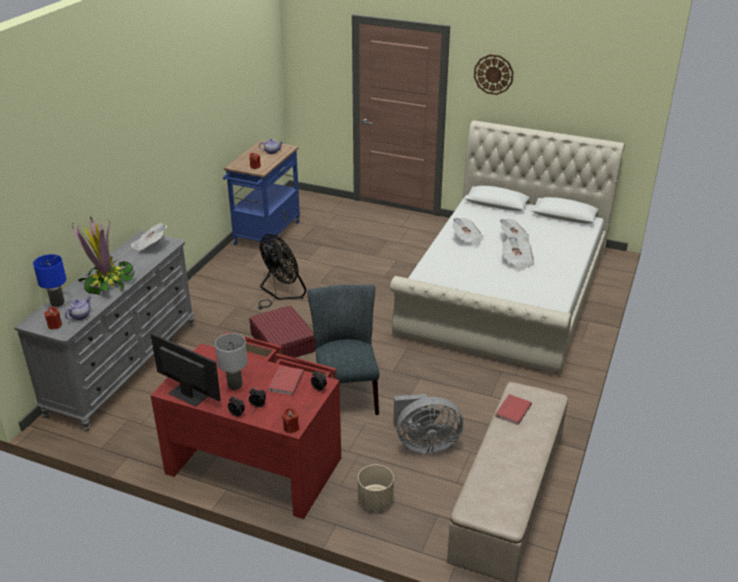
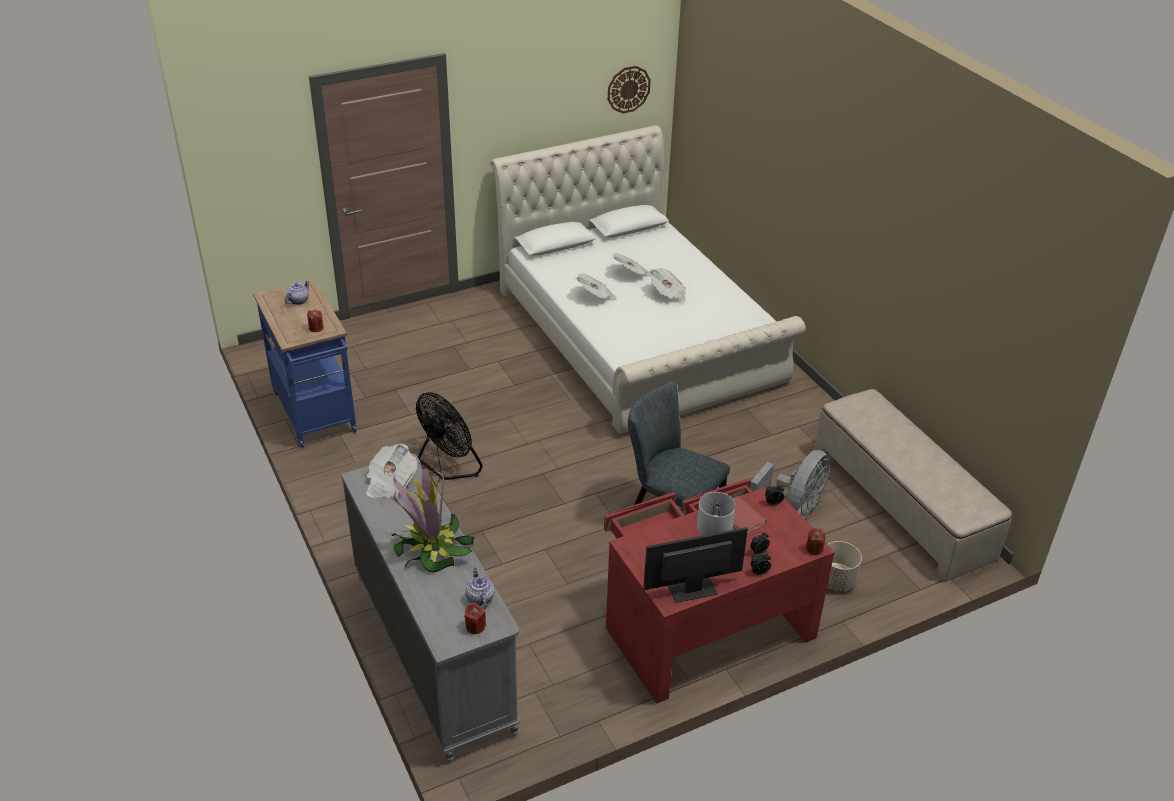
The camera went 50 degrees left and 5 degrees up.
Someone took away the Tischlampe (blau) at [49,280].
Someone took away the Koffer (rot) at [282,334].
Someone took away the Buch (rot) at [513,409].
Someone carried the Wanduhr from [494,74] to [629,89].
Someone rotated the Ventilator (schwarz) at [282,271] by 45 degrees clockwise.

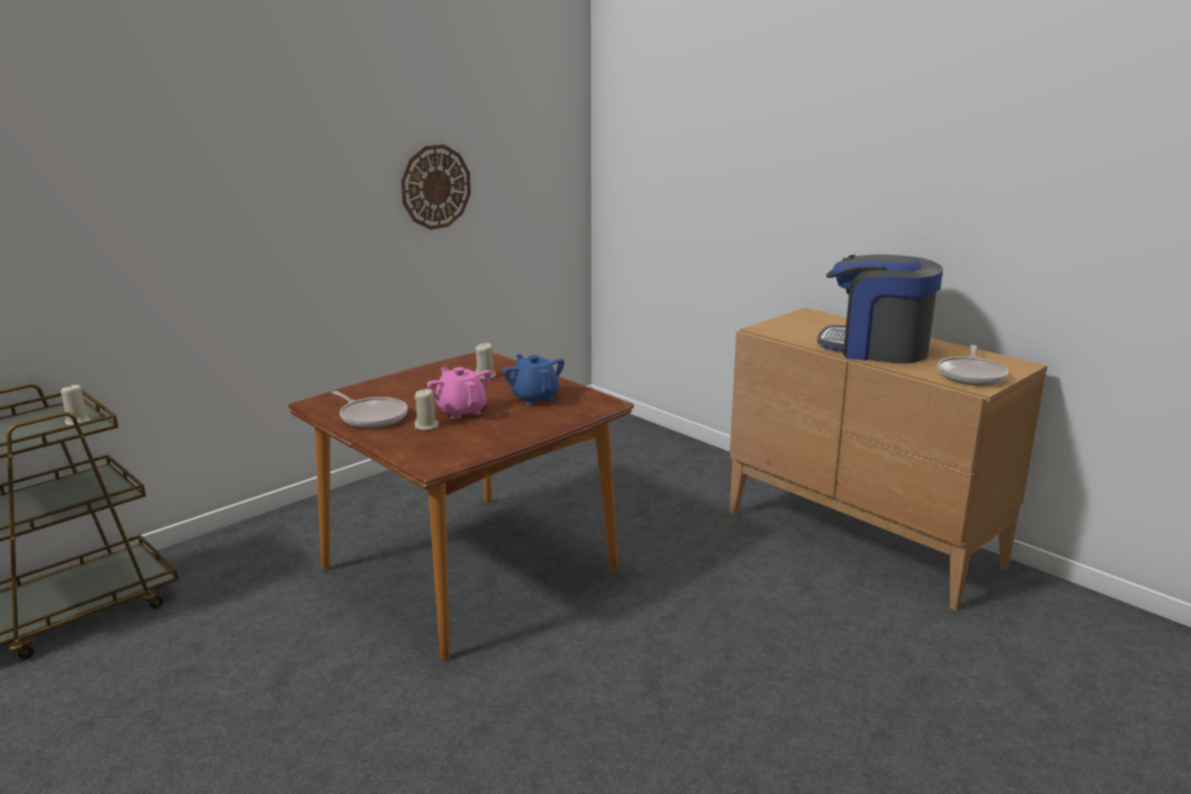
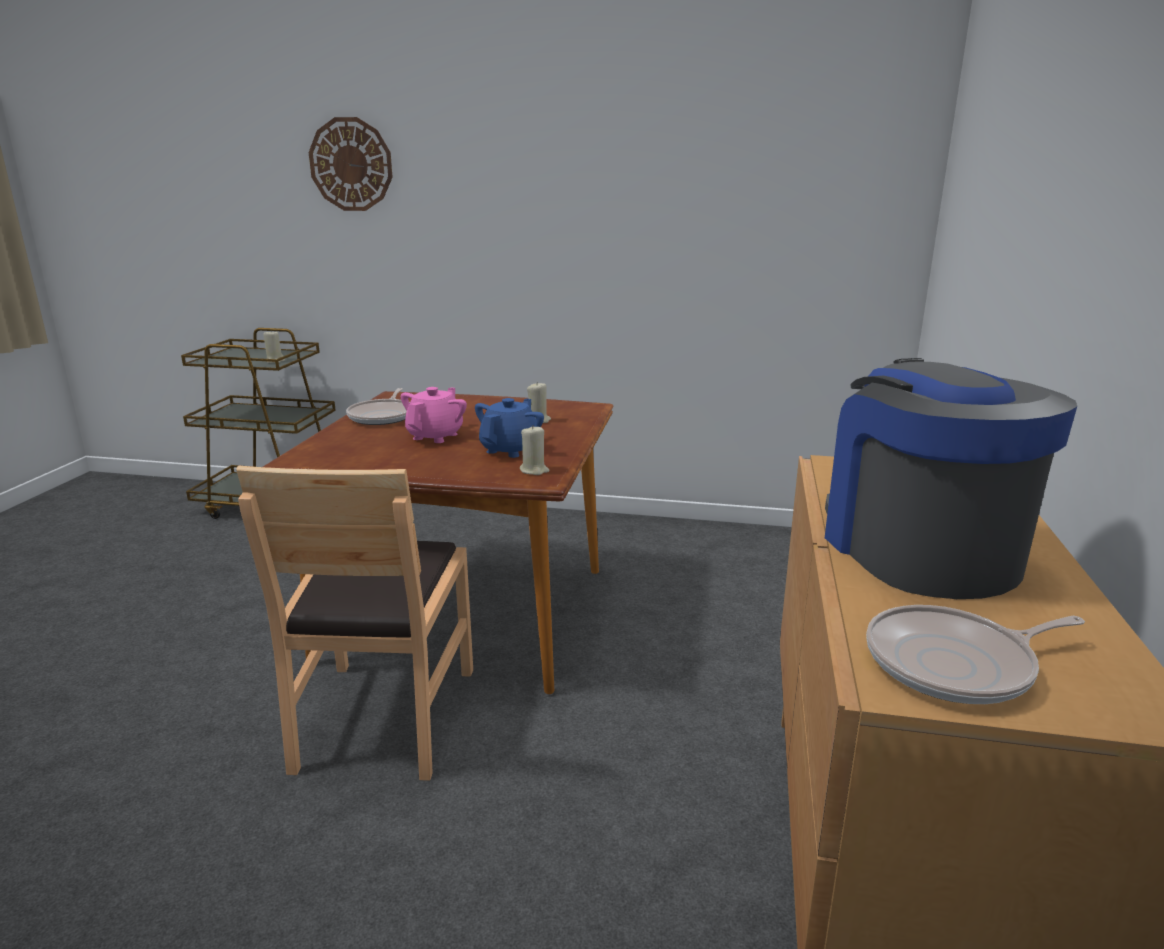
The camera went 55 degrees right and 0 degrees up.
Someone put down the Stuhl (braun) at [354,623].
Someone carried the Wanduhr from [436,187] to [351,164].
Someone carried the Kerze (beige) from [427,409] to [534,450].

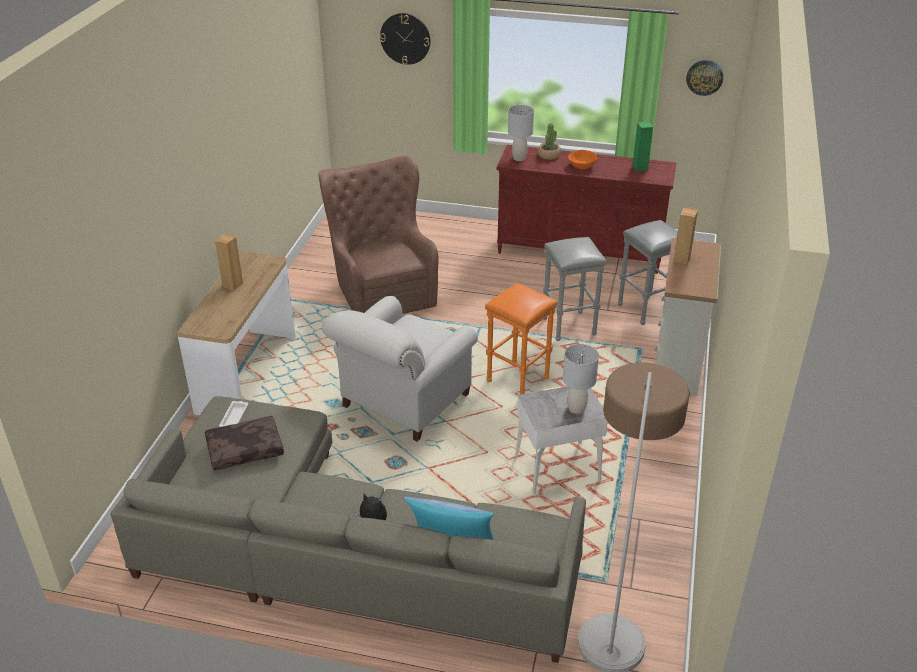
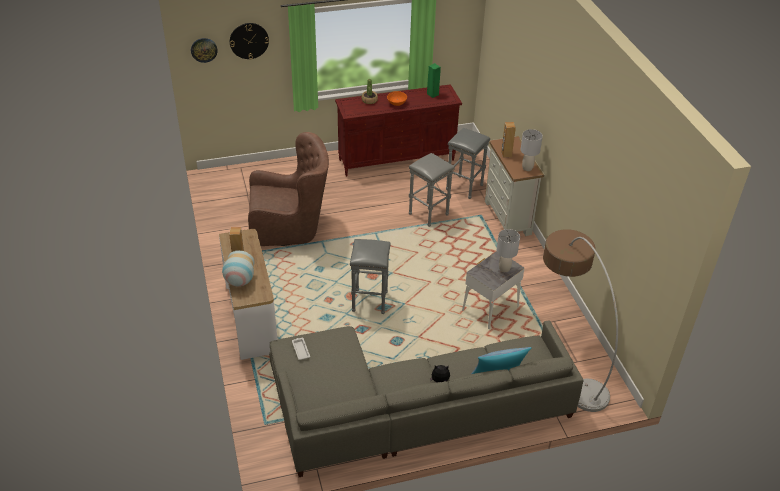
The camera went 30 degrees left and 5 degrees up.
Someone took away the Kissen (braun) at [244,443].
Someone took away the Hocker (orange) at [521,339].
Someone put down the Vase at [238,269].
Someone carried the Tischlampe (grau) from [521,133] to [531,150].
Someone carried the Wanduhr from [704,78] to [204,50].
Someone swapped the Sessel (weiß) at [400,369] for the Hocker (grau) at [370,276].
Someone rotated the Sessel (braun) at [378,235] by 135 degrees clockwise.

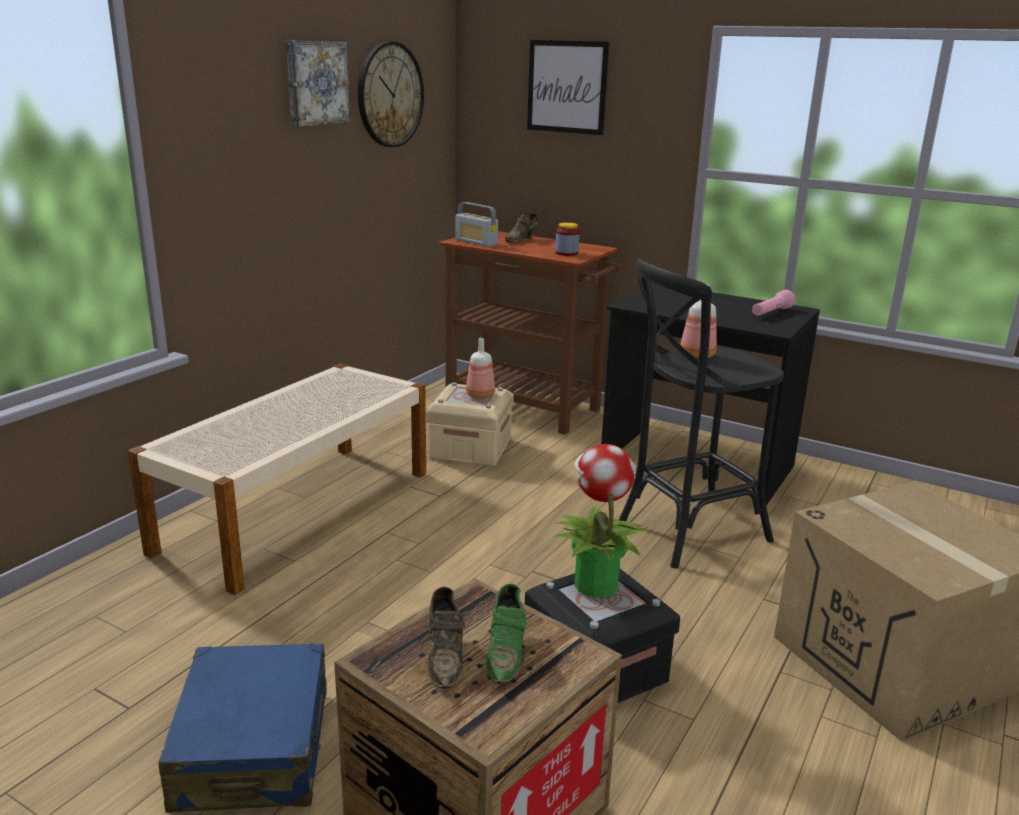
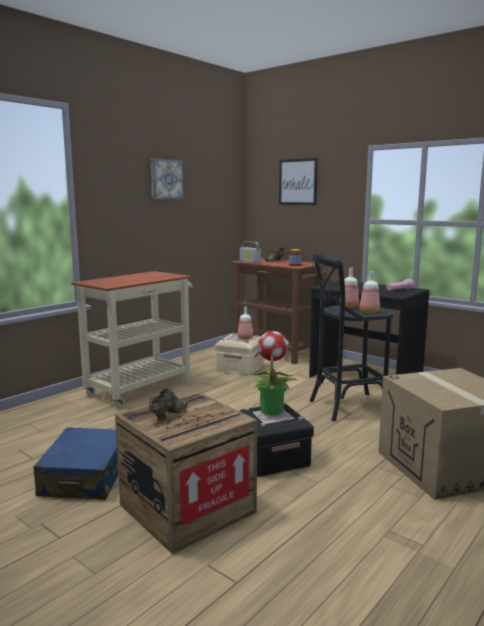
The camera went 10 degrees right and 10 degrees down.
Someone took away the Wanduhr at [391,94].
Someone took away the Schuh (grün) at [506,634].
Someone put down the Flasche at [369,292].
Someone swapped the Bank (beige) at [277,479] for the Rollwagen (beige) at [132,339].
Someone rotated the Schuh (braun) at [446,638] by 150 degrees counterclockwise.

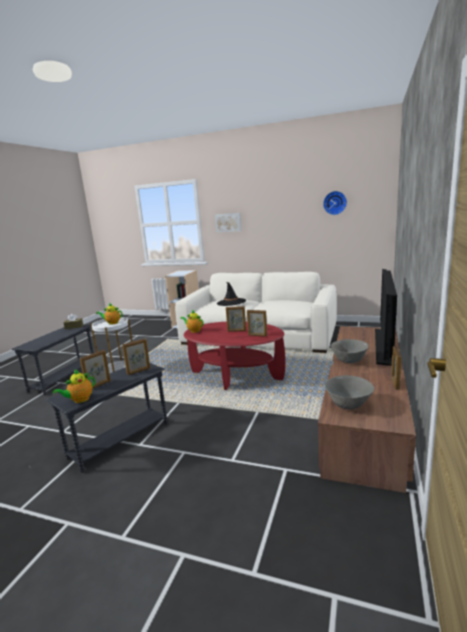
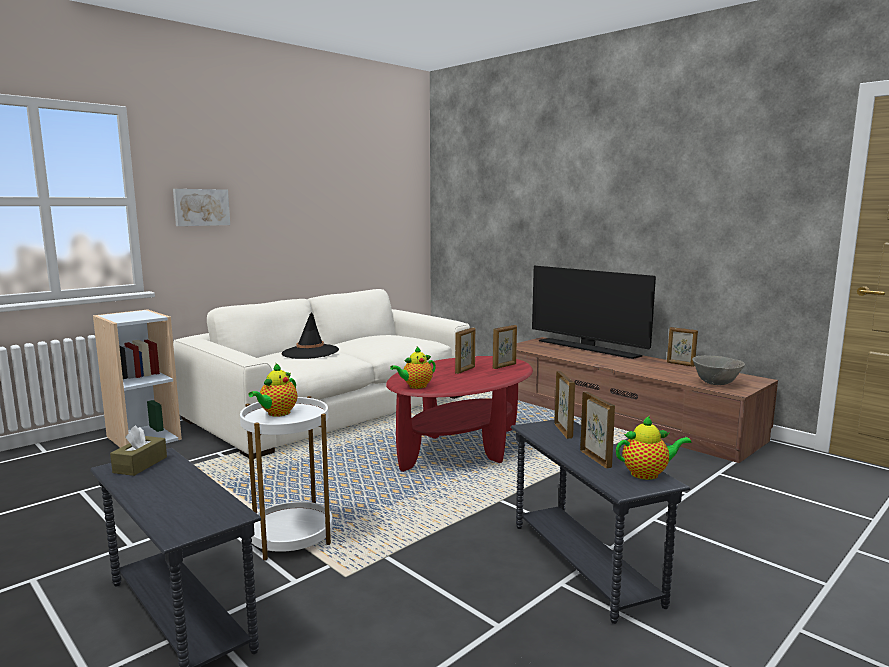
The camera went 65 degrees left and 5 degrees down.
Someone took away the Wanduhr at [335,203].
Someone took away the Schüssel (grau) at [350,351].
Someone rotated the Teekanne at [74,386] by 75 degrees counterclockwise.

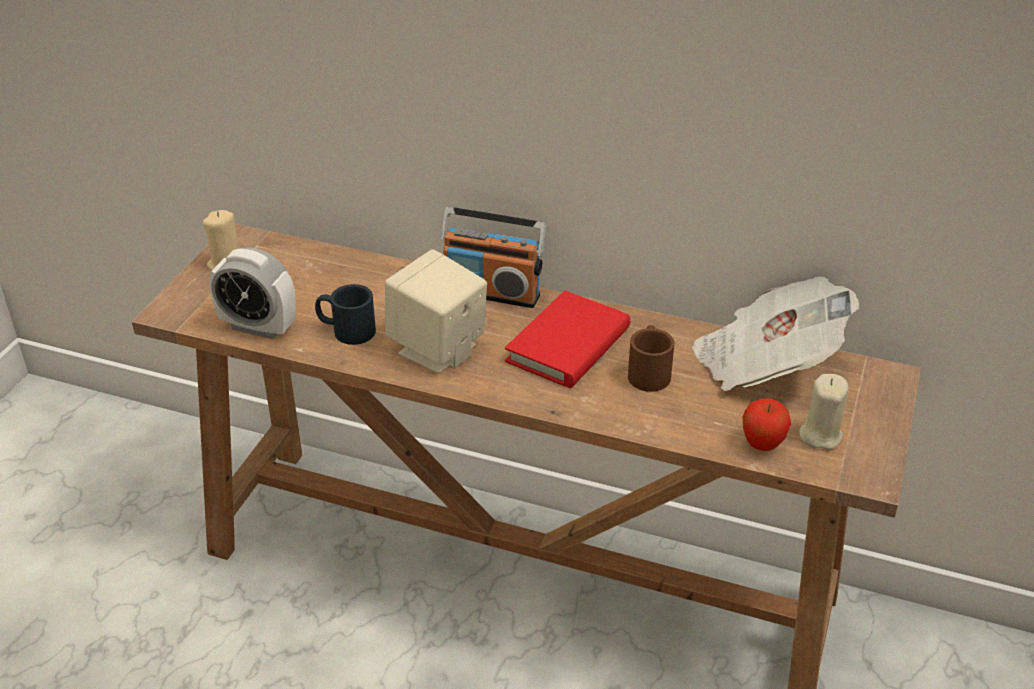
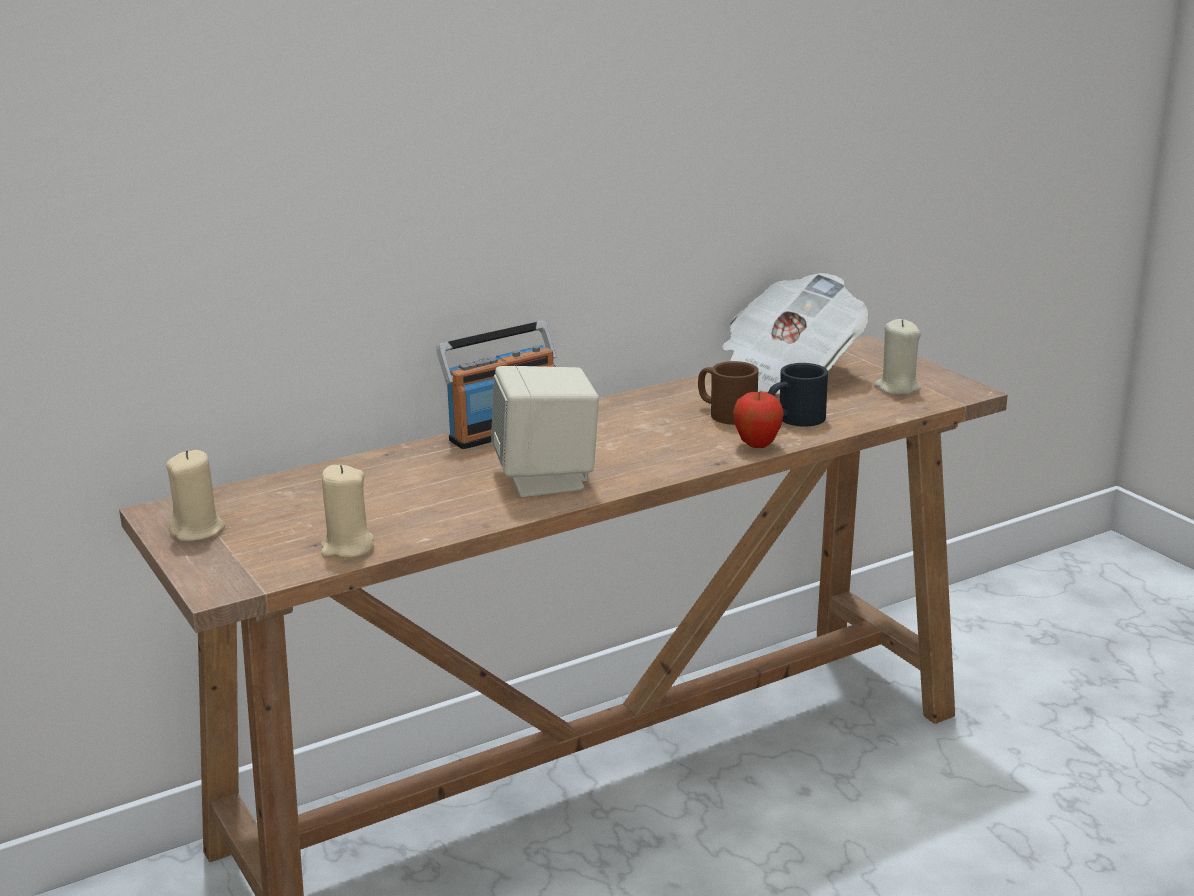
The camera went 50 degrees left and 15 degrees down.
Someone took away the Buch (rot) at [567,339].
Someone carried the Henkelbecher (schwarz) from [345,314] to [798,395].
Someone carried the Apfel from [767,424] to [758,420].
Someone swapped the Wecker at [252,293] for the Kerze (beige) at [347,511].

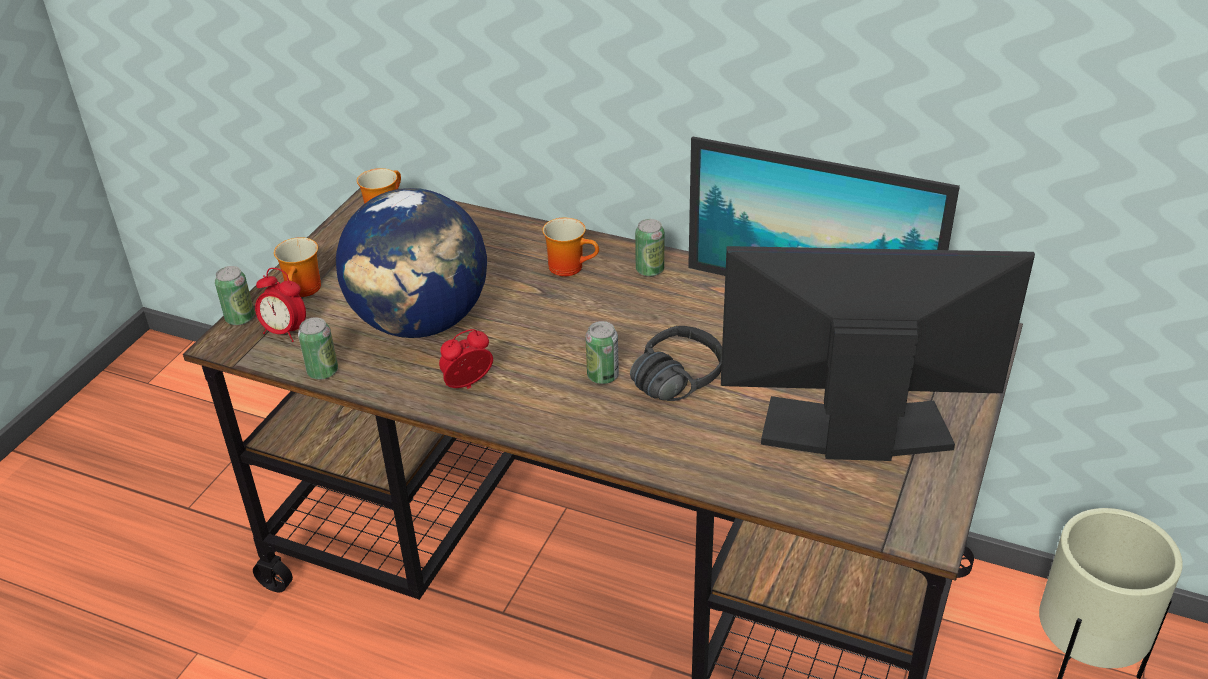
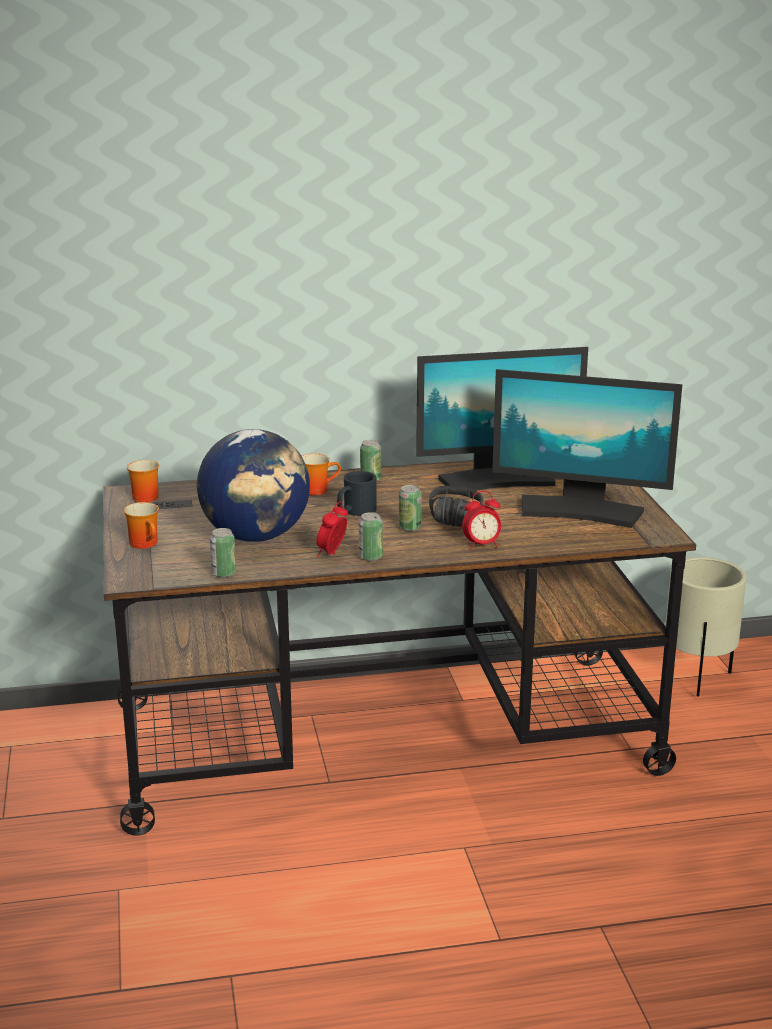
The camera went 35 degrees left and 15 degrees down.
Someone put down the Henkelbecher (schwarz) at [357,493].
Someone carried the Dose from [235,295] to [371,536].
Someone carried the Wecker from [280,305] to [481,520].
Someone rotated the Monitor at [878,353] by 135 degrees counterclockwise.

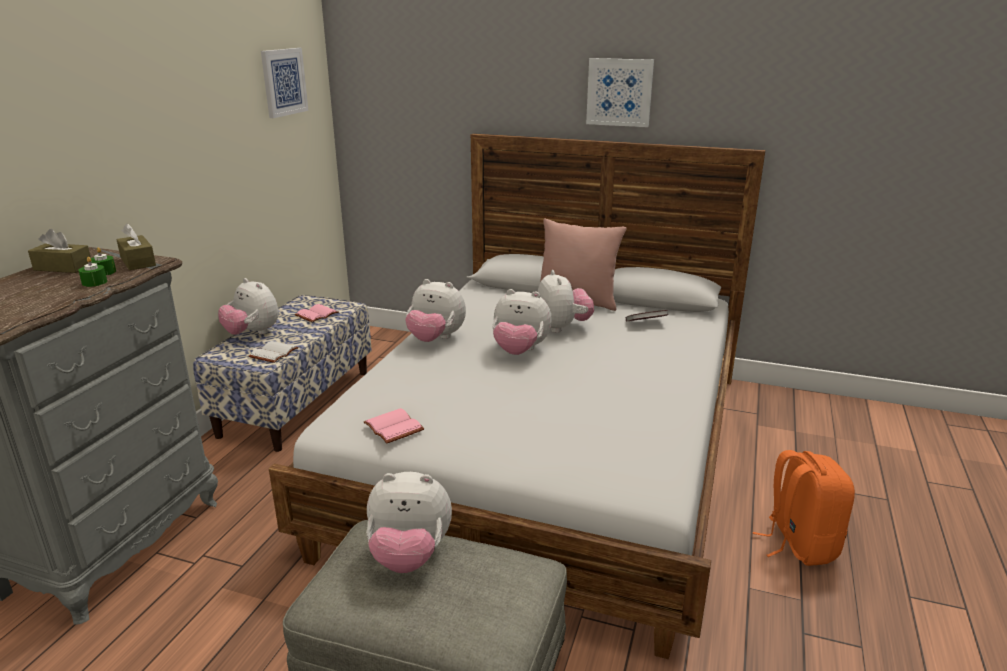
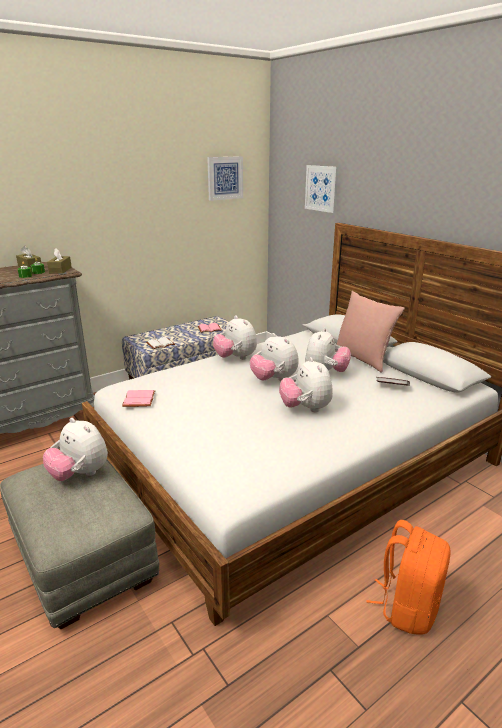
The camera went 35 degrees right and 0 degrees up.
Someone carried the Plüschtier from [248,306] to [306,384].
Someone carried the Bild from [620,92] to [322,189].

